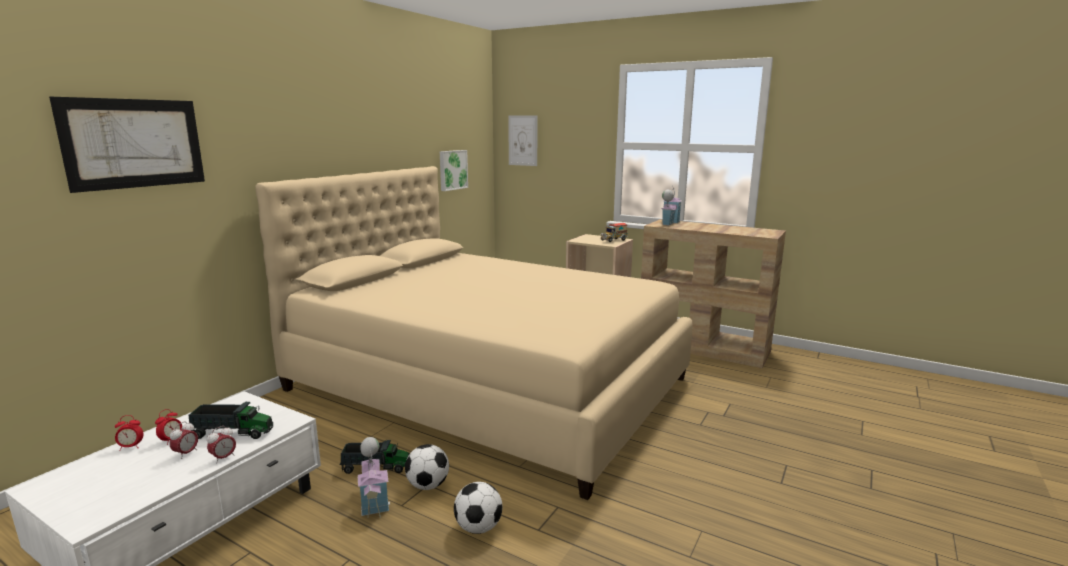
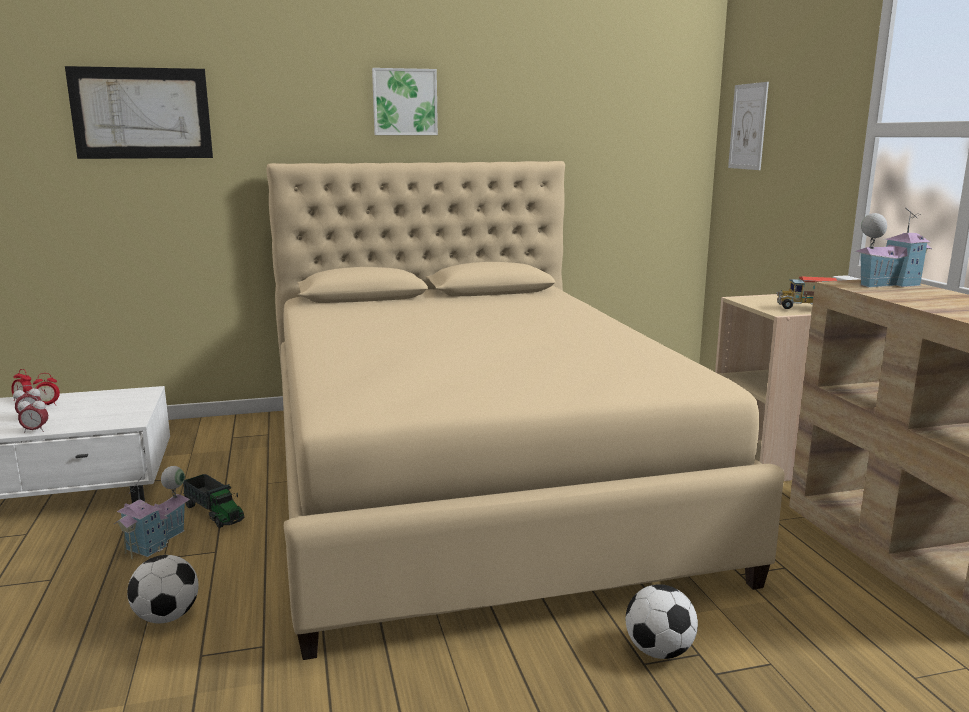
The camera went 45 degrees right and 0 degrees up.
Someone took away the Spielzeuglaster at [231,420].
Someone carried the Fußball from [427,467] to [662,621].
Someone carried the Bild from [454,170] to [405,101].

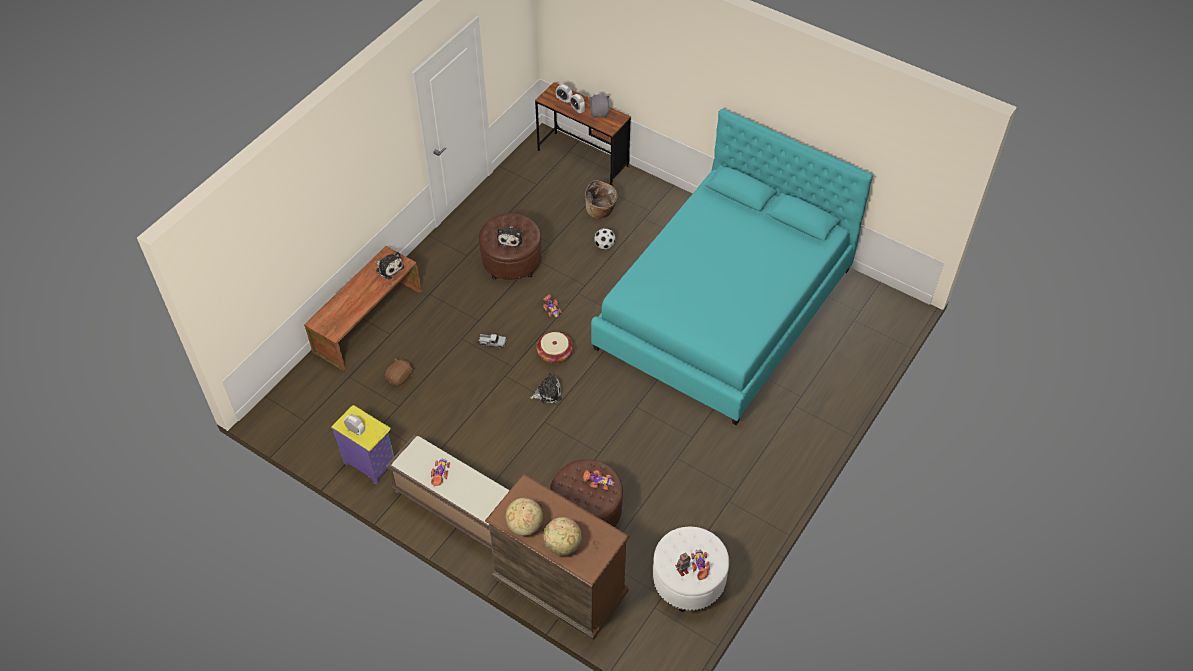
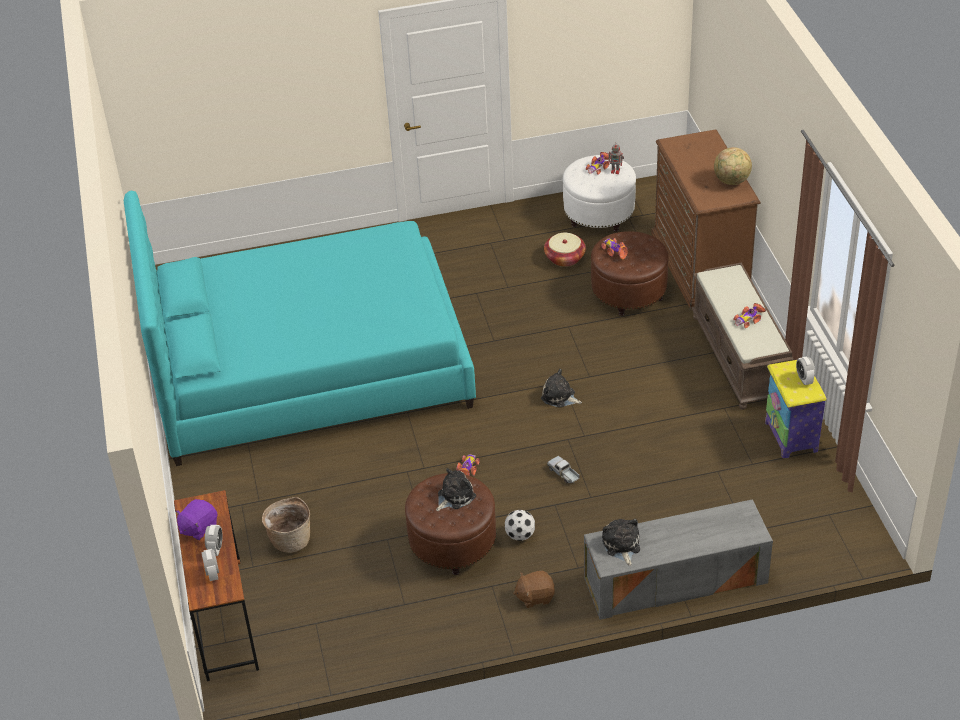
The camera went 135 degrees left and 10 degrees down.
Someone took away the Globus at [562,536].
Someone carried the Plüschtier (braun) from [399,372] to [534,589].
Someone carried the Korb from [555,347] to [565,250].
Someone carried the Fußball from [604,239] to [520,525].
Someone repainted the Bank (braun) at [363,308], which became the Bank (grau) at [678,559].
Someone repainted the Plüschtier (grau) at [599,106], which became the Plüschtier (lila) at [196,519].

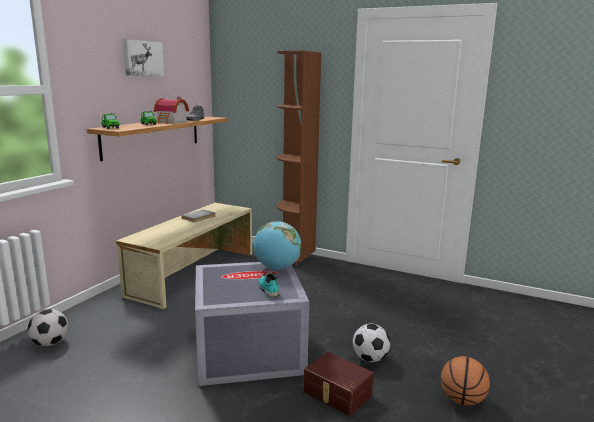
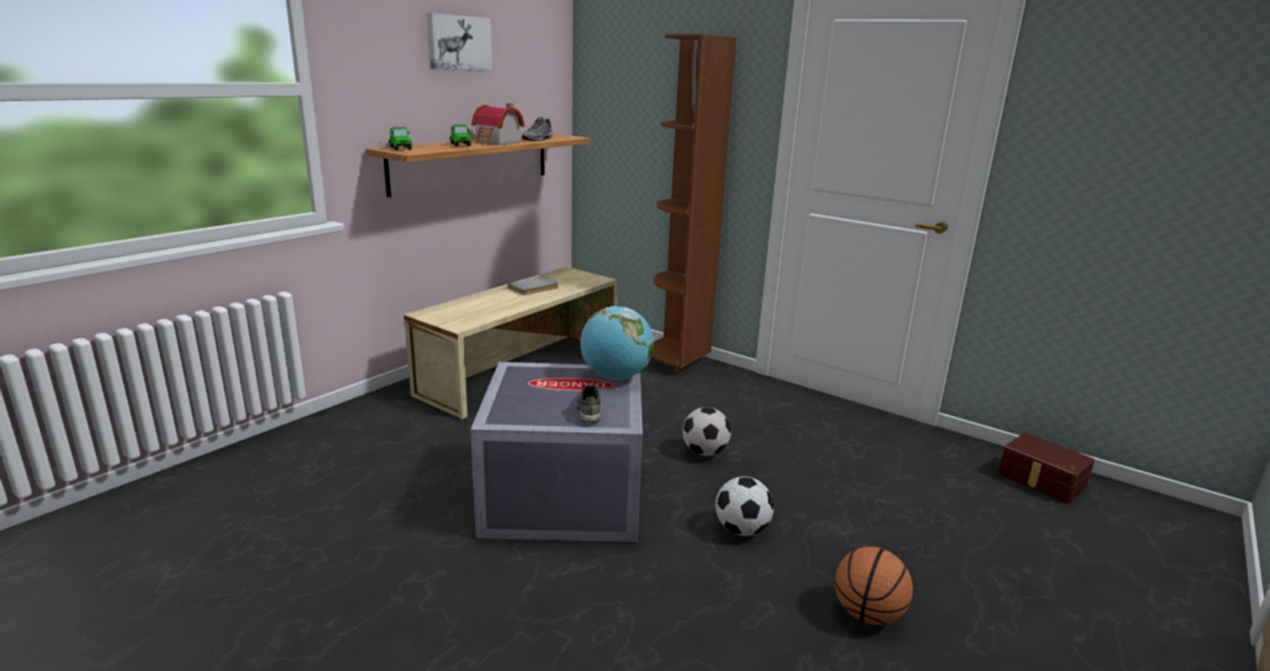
The camera went 10 degrees right and 5 degrees up.
Someone carried the Fußball from [48,327] to [706,431].
Someone carried the Aufbewahrungsbox (braun) from [339,384] to [1046,468].
Someone repainted the Schuh (türkis) at [269,285], which became the Schuh (grau) at [588,404].

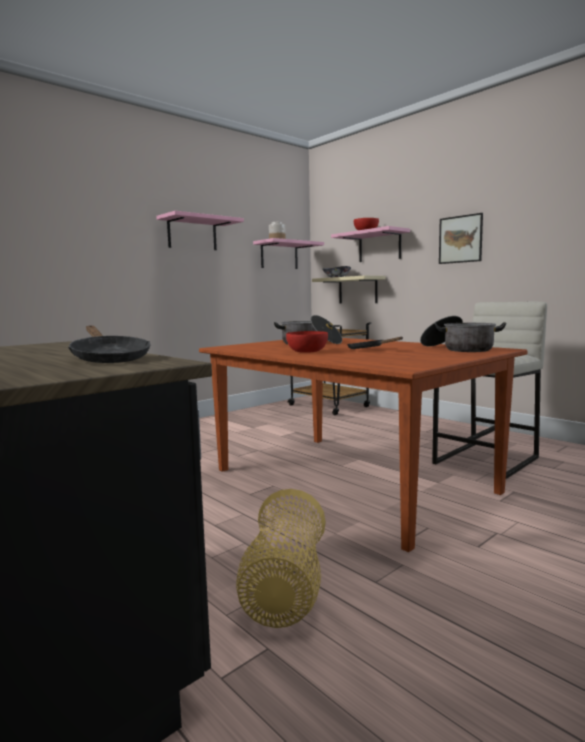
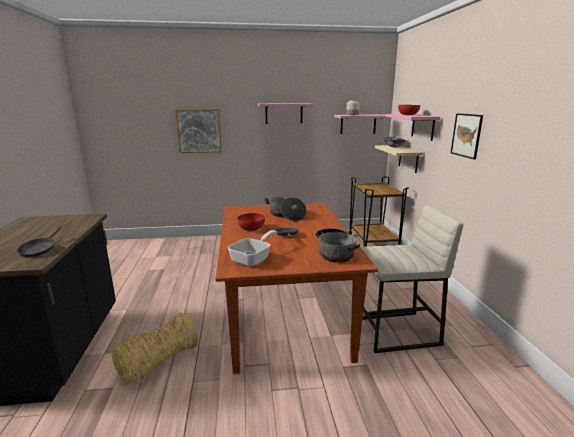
The camera went 35 degrees right and 10 degrees up.
Someone put up the Bild at [198,131].
Someone put down the Pfanne at [252,248].

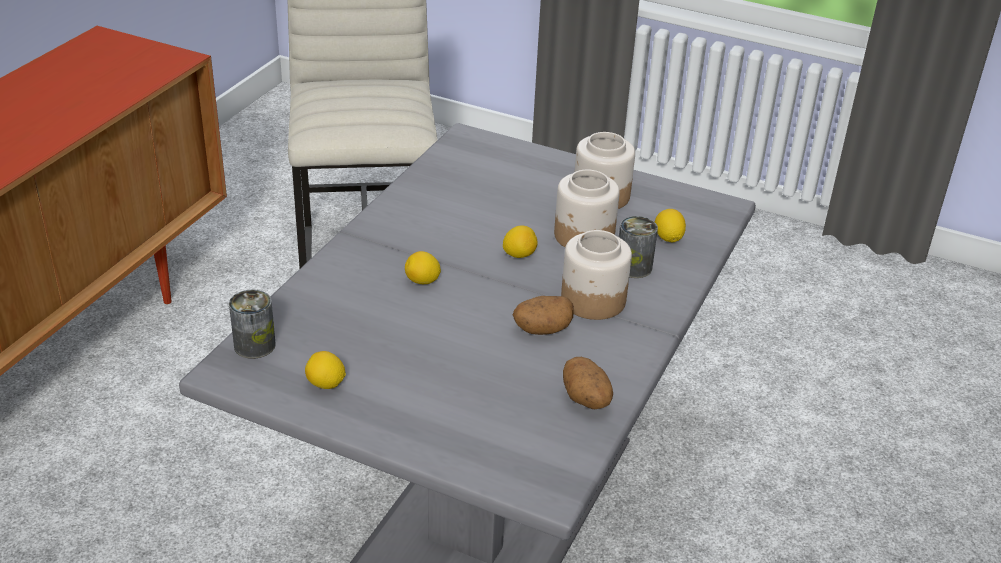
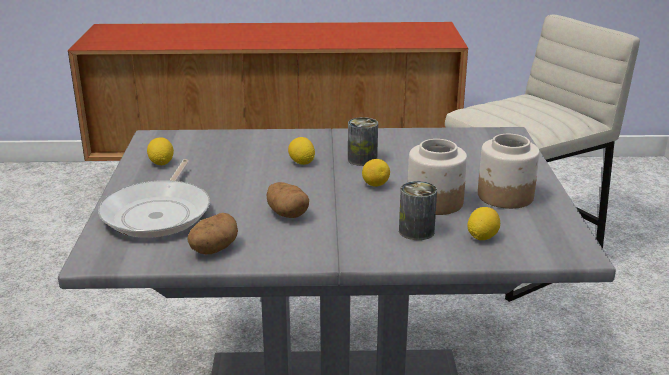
The camera went 65 degrees right and 10 degrees down.
Someone took away the Vorratsglas at [596,275].
Someone put down the Pfanne at [154,198].
Someone carried the Dose from [252,324] to [363,141].

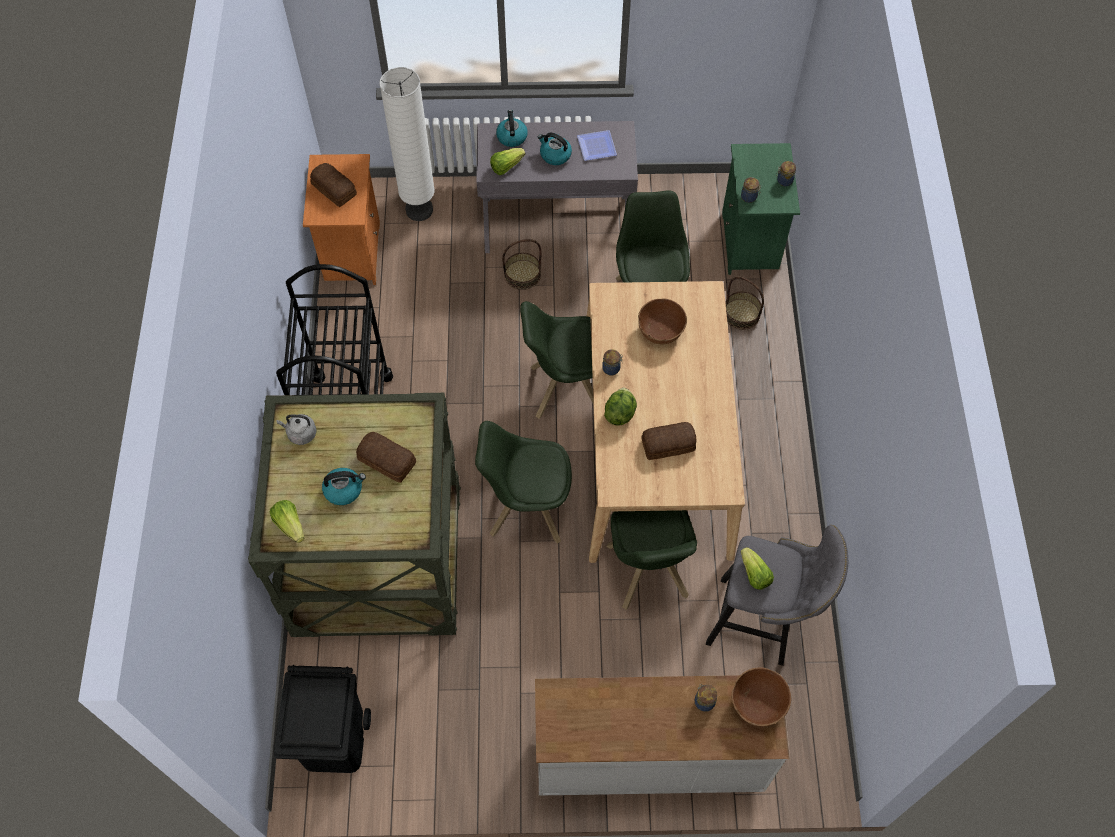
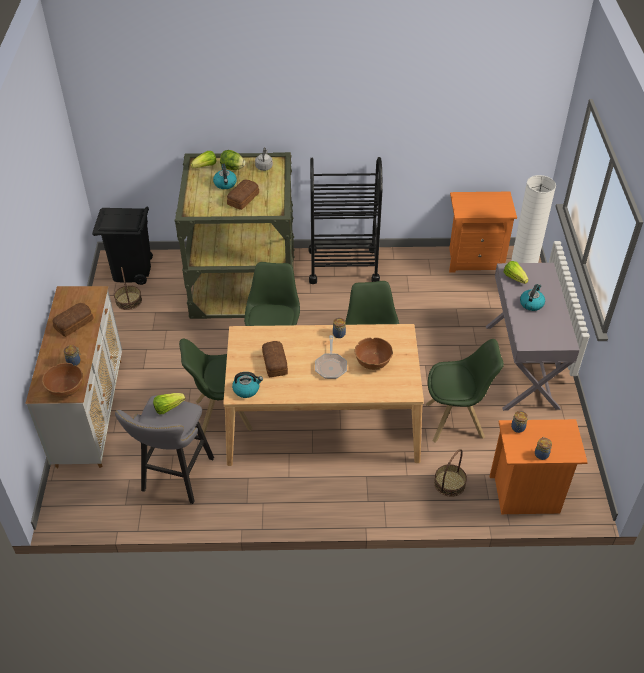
The camera went 90 degrees right and 15 degrees down.
Someone took away the Teller at [597,145].
Someone put down the Pfanne at [331,357].
Someone carried the Brot from [333,185] to [73,320].
Someone carried the Wasserkessel from [512,128] to [247,385].
Someone carried the Korb from [521,264] to [128,288].
Someone carried the Salatkopf from [620,407] to [233,160].
Someone repainted the Nachttisch (grün) at [761,209], which became the Nachttisch (orange) at [538,466].

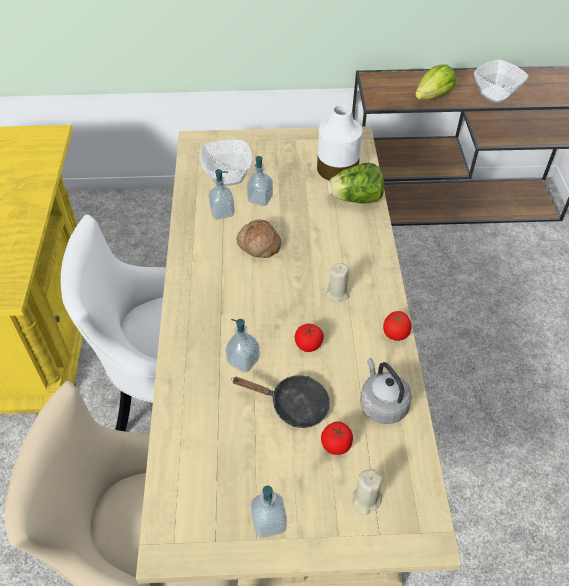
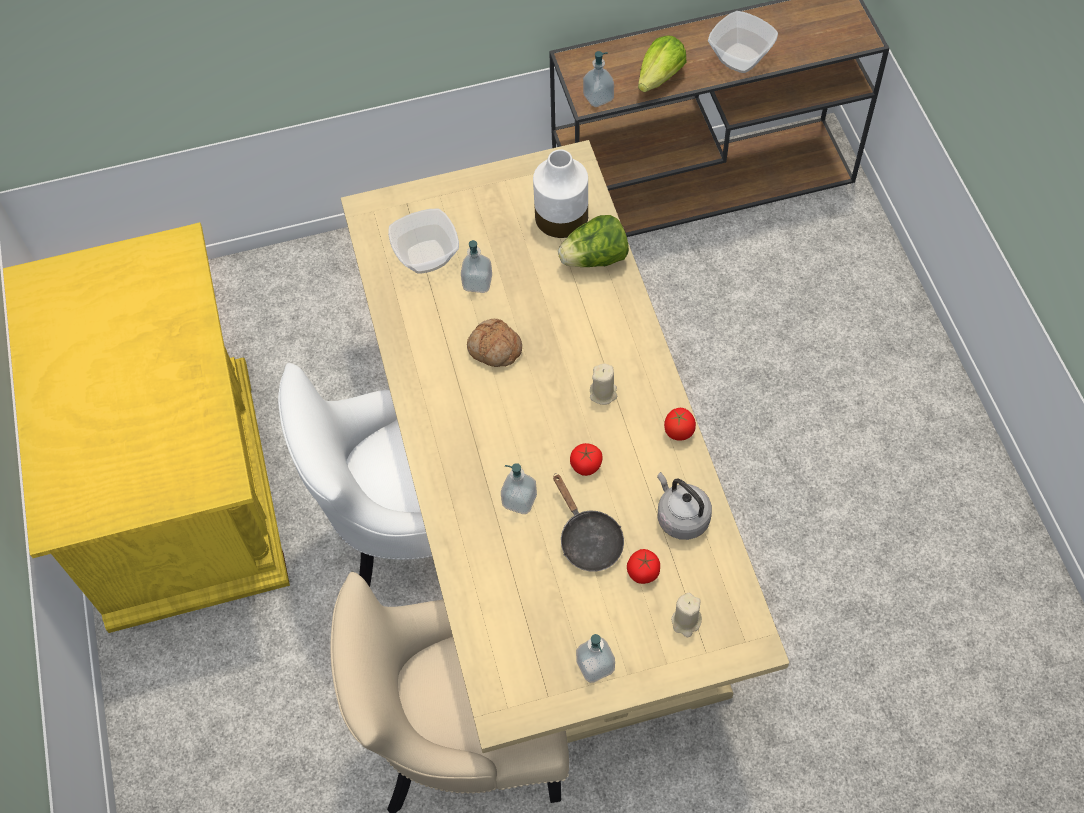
The camera went 10 degrees left and 10 degrees up.
Someone carried the Seifenspender from [222,194] to [598,79].
Someone rotated the Pfanne (schwarz) at [280,401] by 60 degrees clockwise.

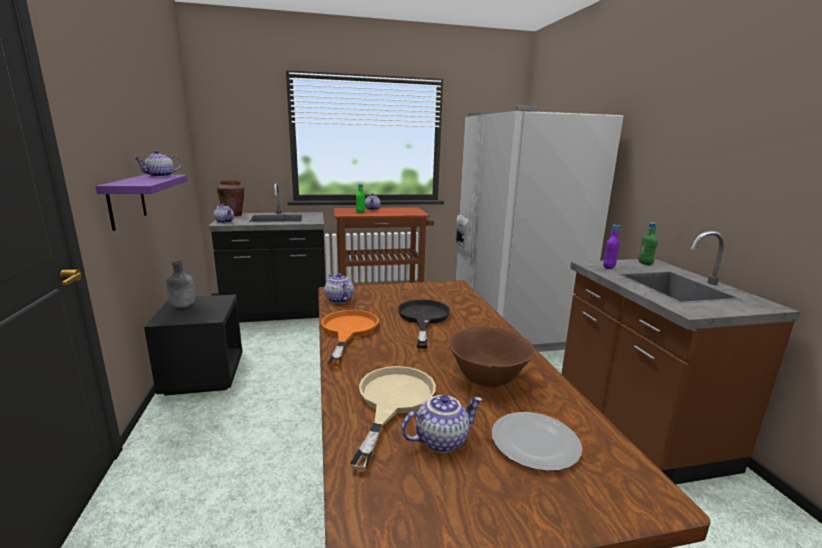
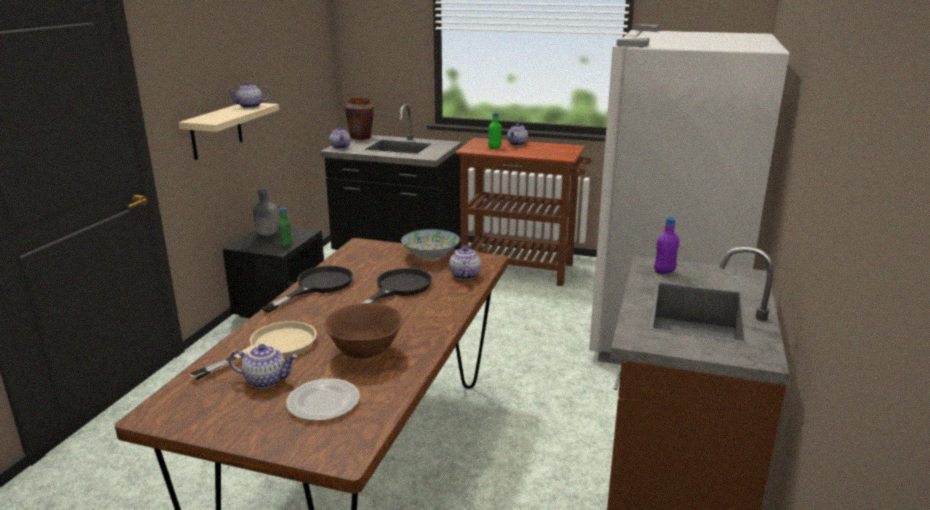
The camera went 30 degrees right and 5 degrees up.
Someone put down the Schüssel at [430,244].
Someone carried the Teekanne from [339,288] to [465,262].
Someone carried the Flasche (grün) from [648,243] to [285,228].
Someone repainted the Wandregal (lila) at [142,203], which became the Wandregal (beige) at [228,131].
Someone repainted the Pfanne (orange) at [350,338], which became the Pfanne (schwarz) at [307,289].

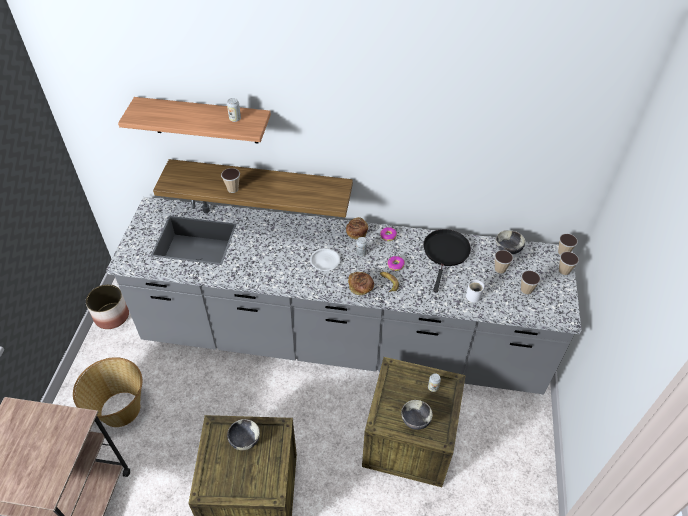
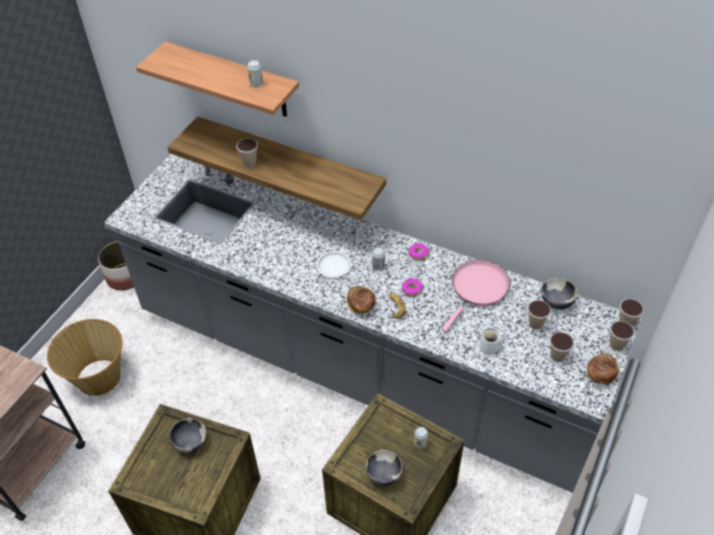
The camera went 20 degrees right and 0 degrees up.
Someone carried the Brot from [357,228] to [603,369].
Someone repainted the Pfanne (schwarz) at [447,261], which became the Pfanne (rosa) at [476,296].

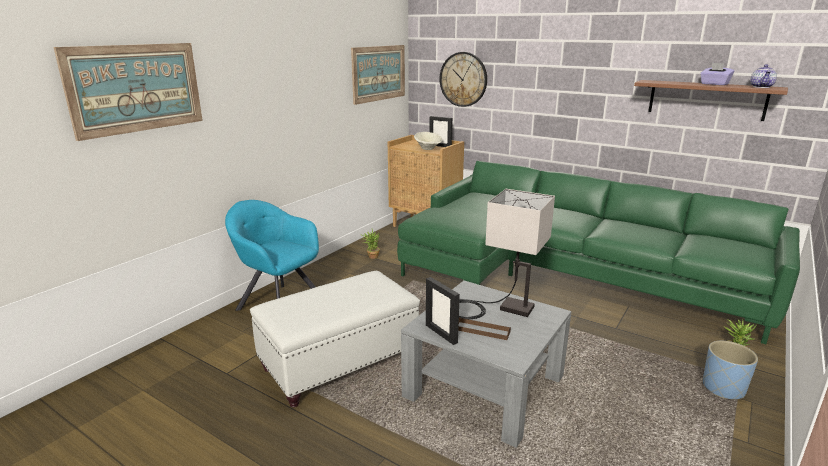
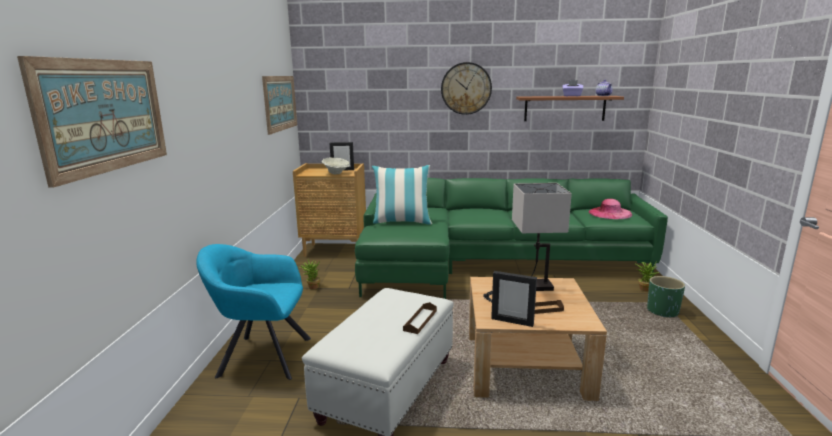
The camera went 30 degrees left and 5 degrees down.
Someone put down the Kissen at [402,195].
Someone put down the Tablett (braun) at [420,318].
Someone put down the Hut (rosa) at [610,209].
Someone carried the Wanduhr from [463,79] to [466,88].
Someone repainted the Couchtisch (grau) at [486,364], which became the Couchtisch (braun) at [538,339].
Someone repainted the Pflanzkübel (blau) at [730,370], which became the Pflanzkübel (grün) at [666,297].

